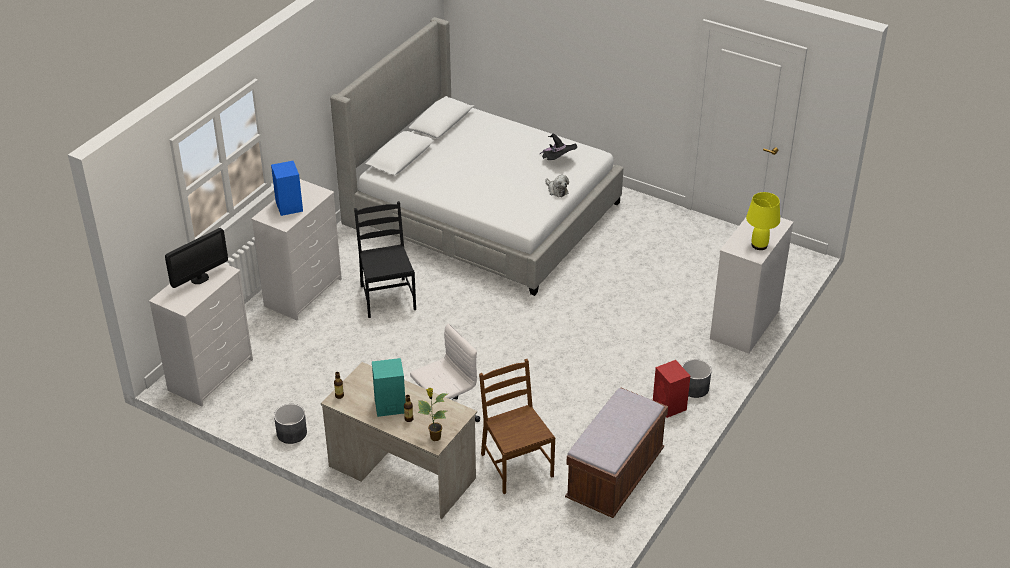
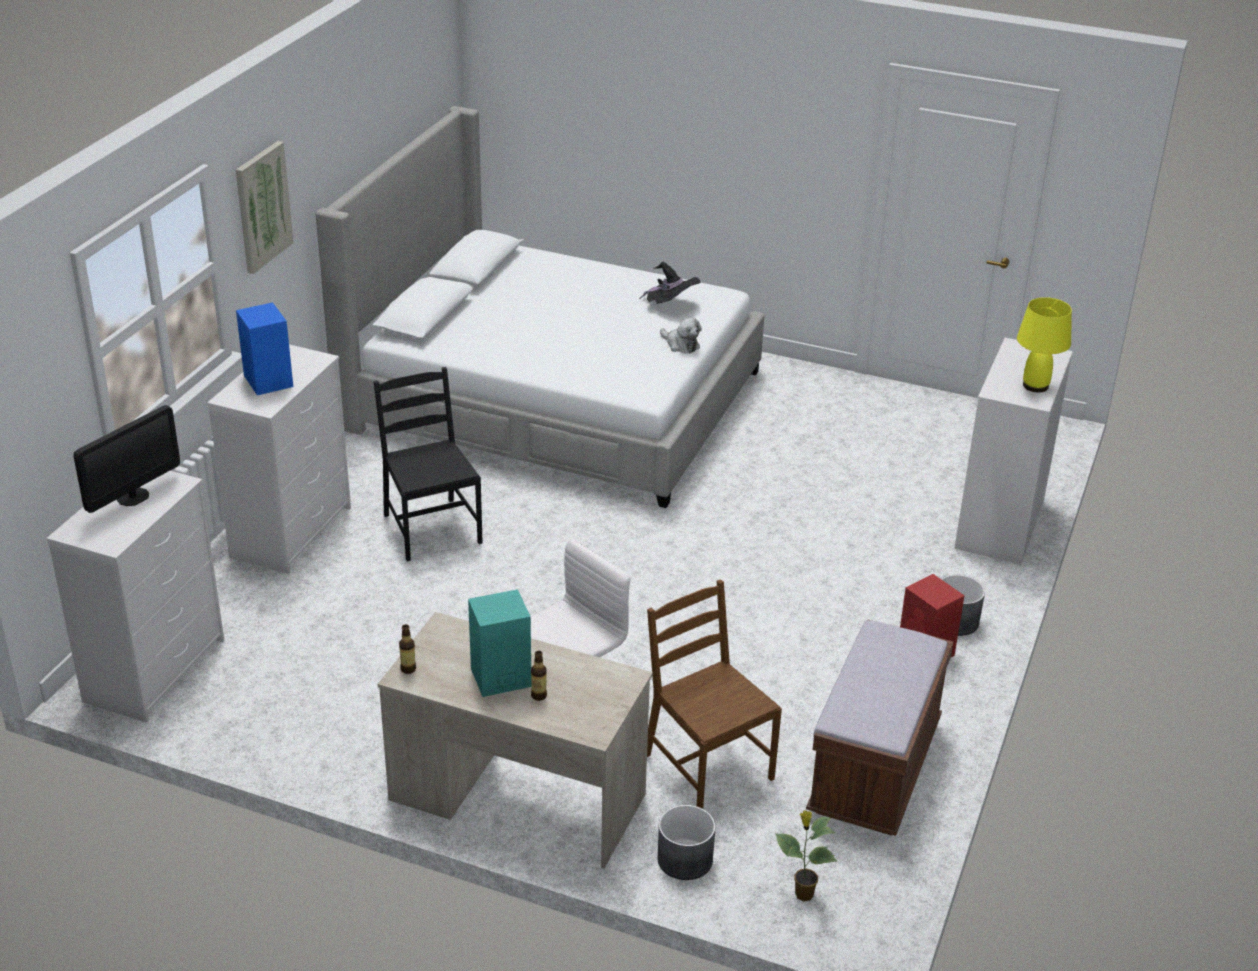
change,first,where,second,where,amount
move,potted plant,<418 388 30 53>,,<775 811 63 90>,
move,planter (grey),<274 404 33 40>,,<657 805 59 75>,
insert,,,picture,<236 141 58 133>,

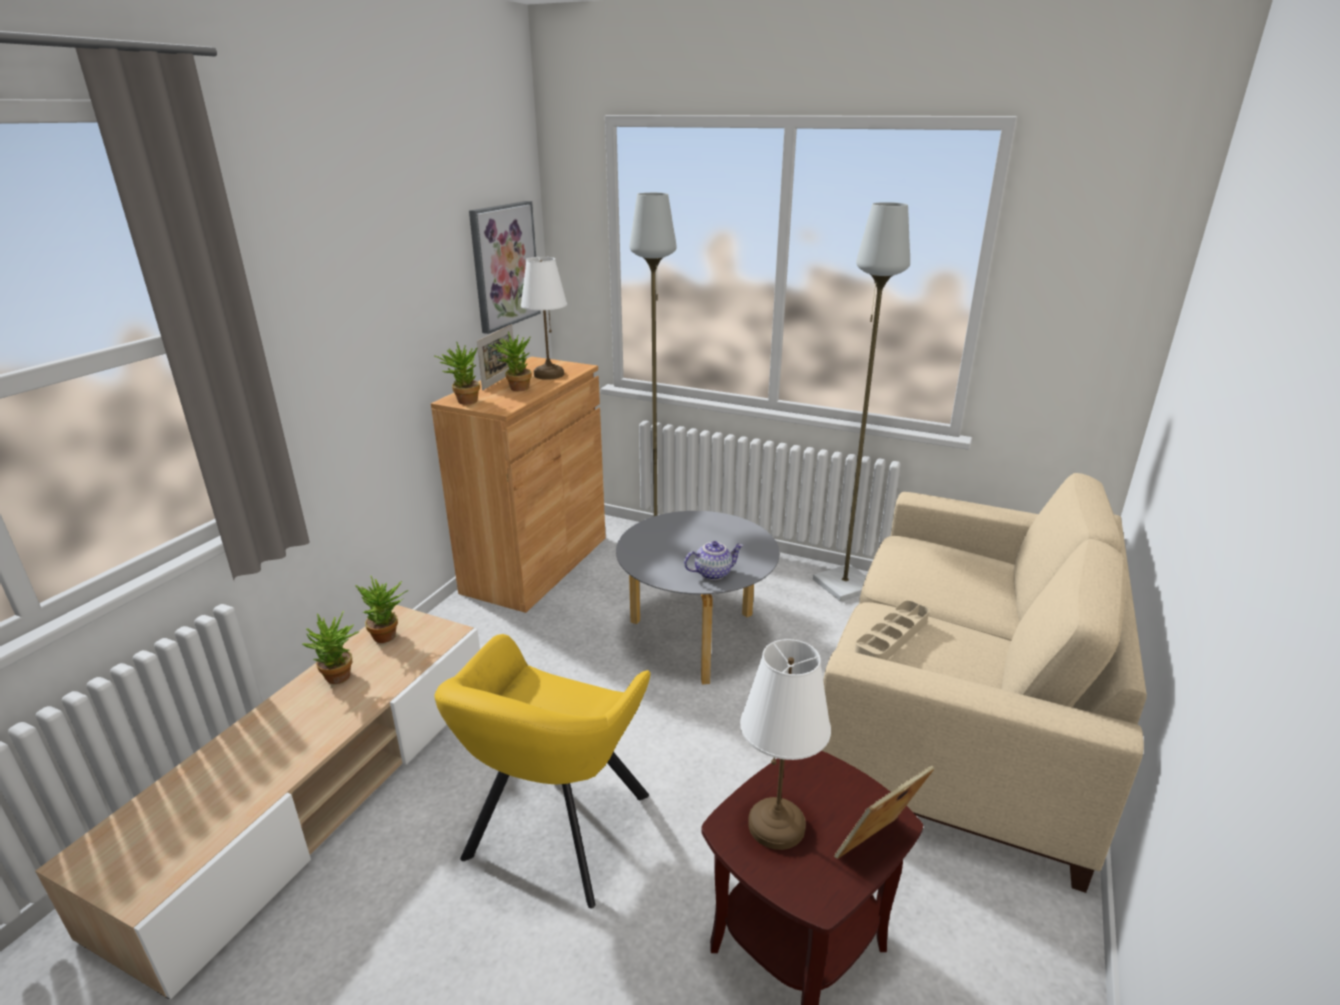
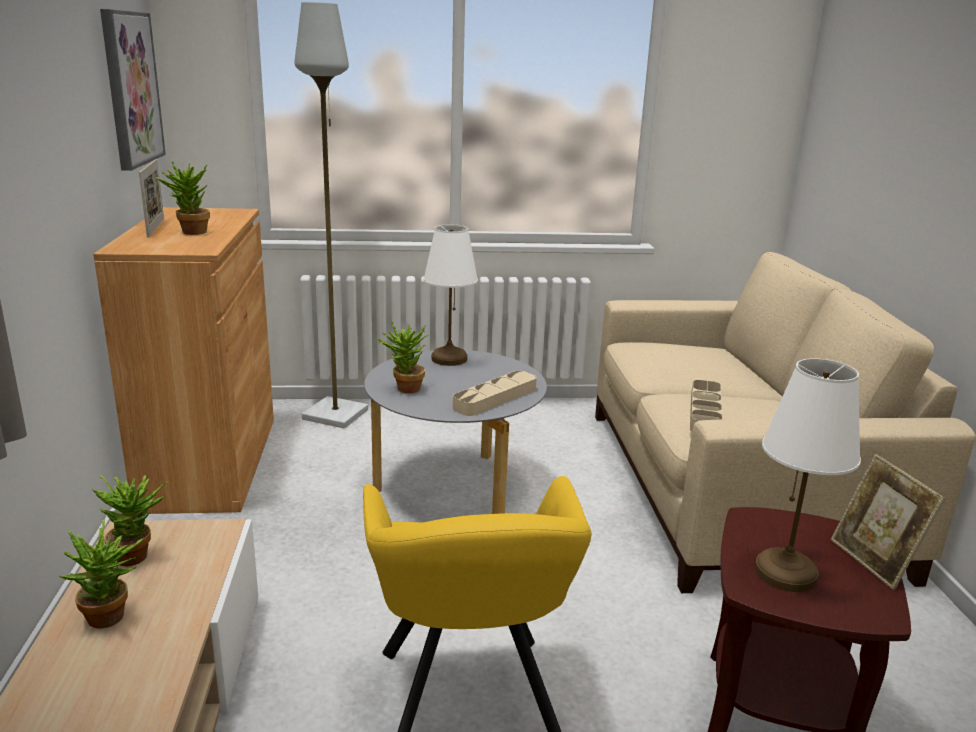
change,first,where,second,where,amount
delete,floor lamp (grey),<813 202 97 400>,,,
move,table lamp (white),<521 257 46 123>,,<424 224 54 142>,
move,potted plant,<435 341 45 64>,,<378 321 50 72>,
replace,teapot,<684 541 59 39>,tray (beige),<453 371 84 45>,
rotate,picture frame,<834 766 100 93>,,<831 454 115 136>,45 degrees counterclockwise

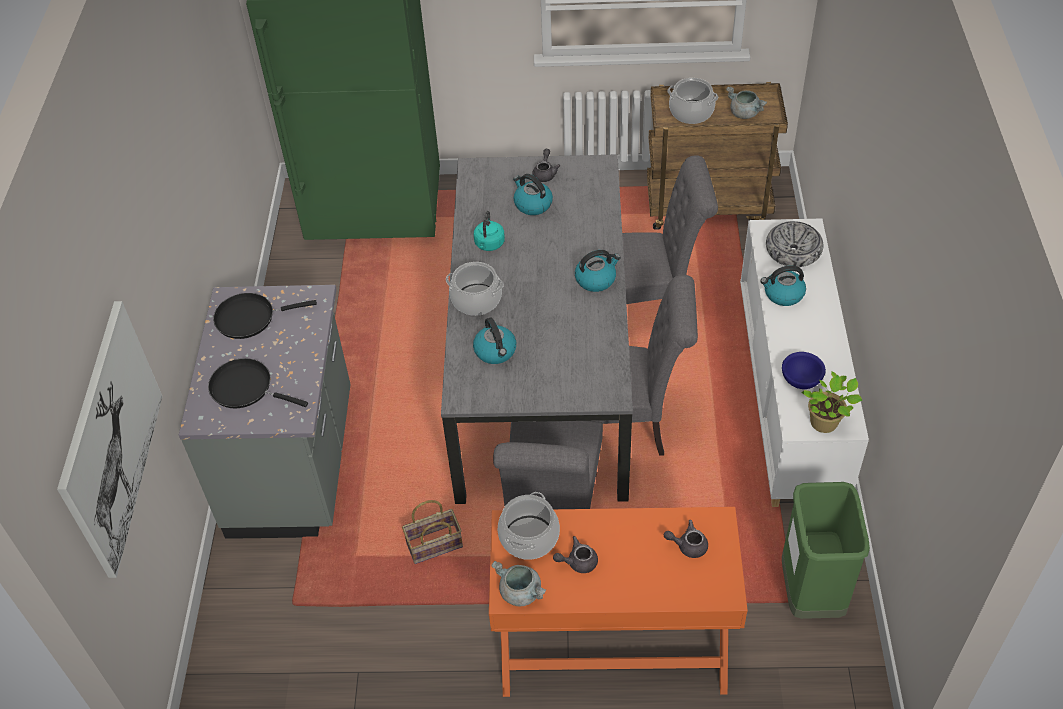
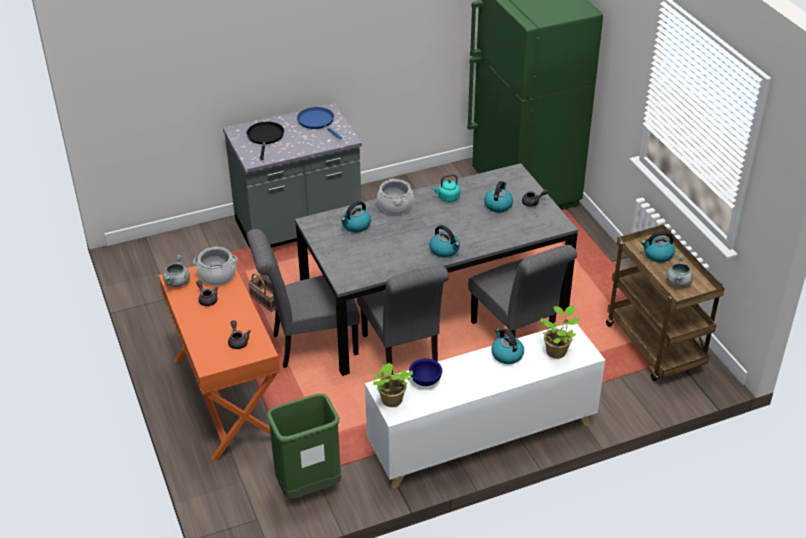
change,first,where,second,where,amount
replace,cooking pot,<667 78 51 46>,kettle,<641 231 34 31>,
replace,bowl,<766 221 57 46>,potted plant,<539 305 41 54>,
recolor,frying pan (black),<213 293 104 46>,frying pan (blue),<297 107 45 33>,
delete,picture,<57 301 106 277>,,,

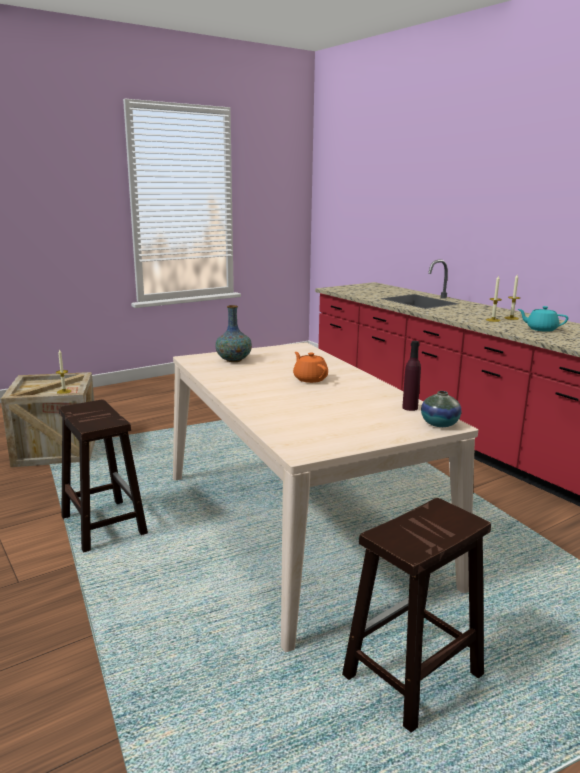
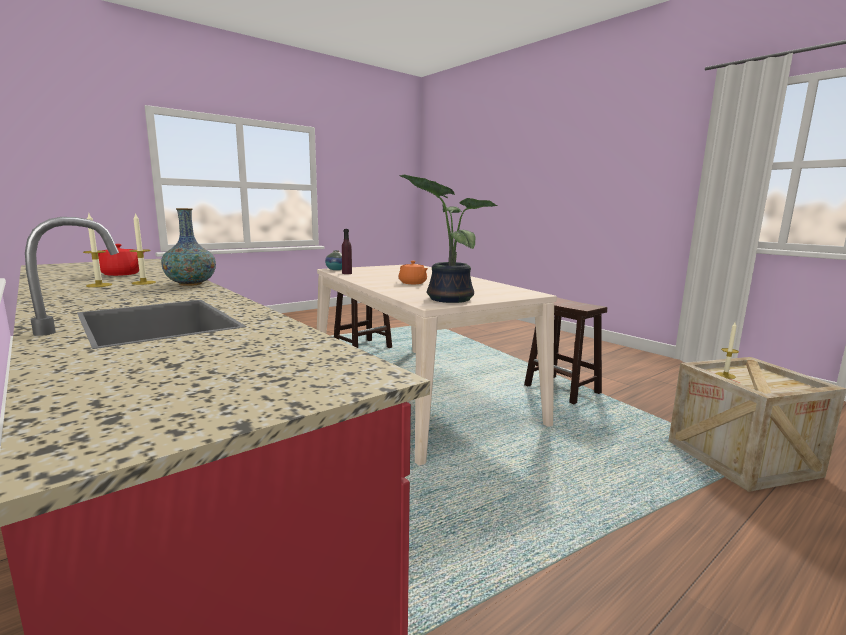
change,first,where,second,where,amount
move,vase,<215 305 37 57>,,<161 208 55 78>,
recolor,teapot (turquoise),<518 306 50 26>,teapot (red),<98 244 46 32>,
insert,,,potted plant,<399 174 99 129>,

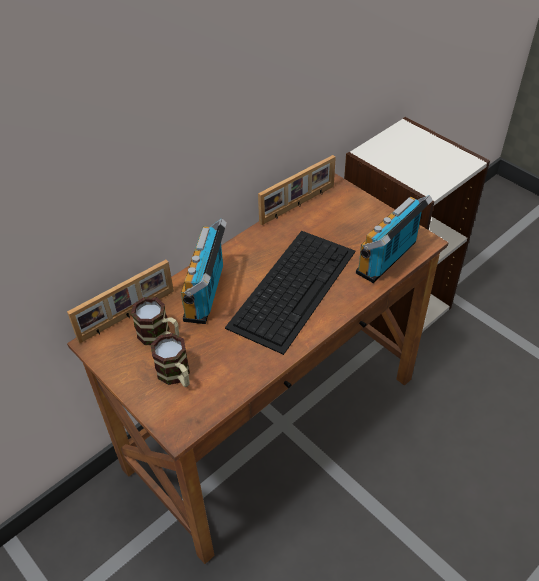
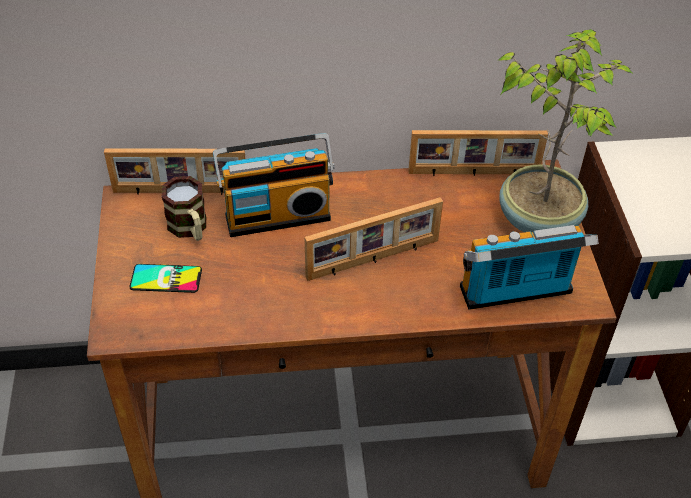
change,first,where,second,where,amount
rotate,radio,<181 218 46 106>,,<213 133 122 104>,150 degrees counterclockwise
replace,keyboard,<225 231 131 124>,picture frame,<305 197 138 84>,
replace,mug,<151 333 39 54>,phone,<129 264 73 29>,
insert,,,potted plant,<498 29 134 203>,

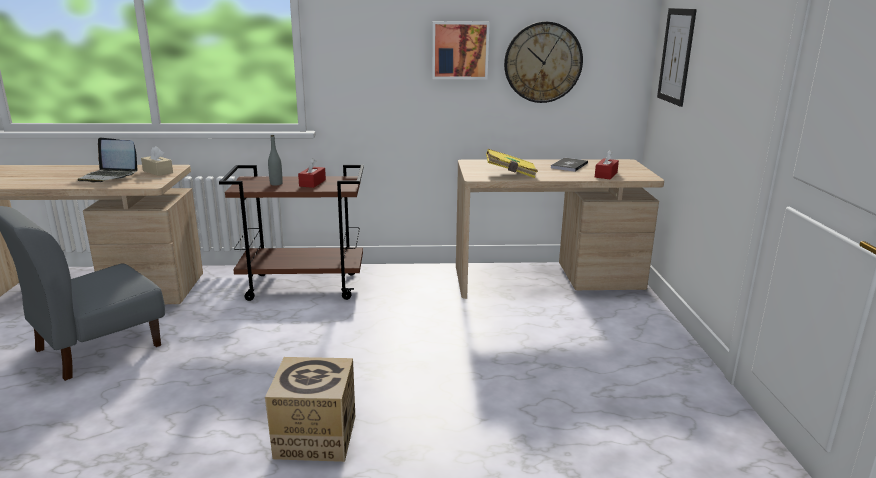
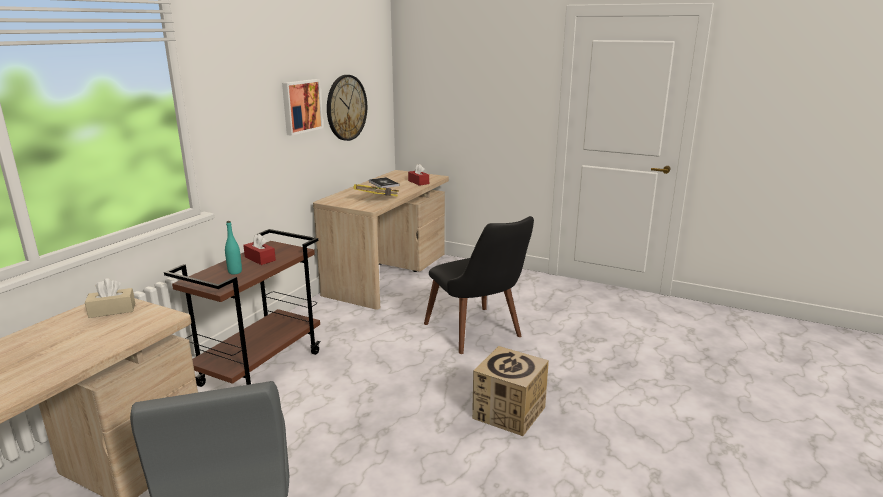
change,first,where,second,where,amount
delete,picture,<657 8 40 99>,,,
recolor,bottle (grey),<268 135 15 51>,bottle (turquoise),<225 221 17 53>,
delete,laptop,<78 137 59 45>,,,
insert,,,chair (black),<424 216 110 138>,

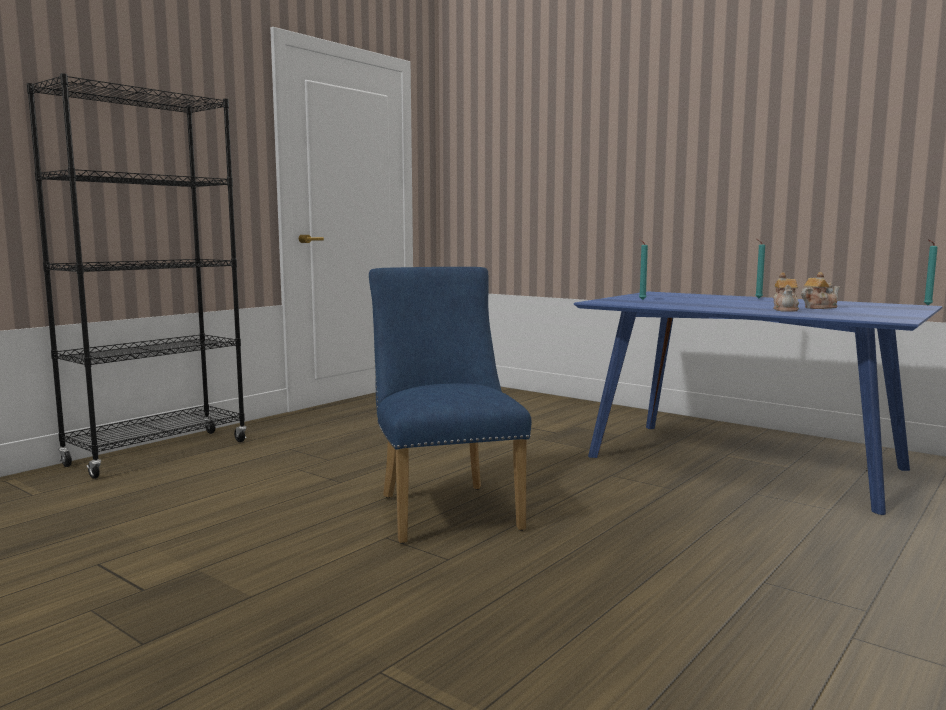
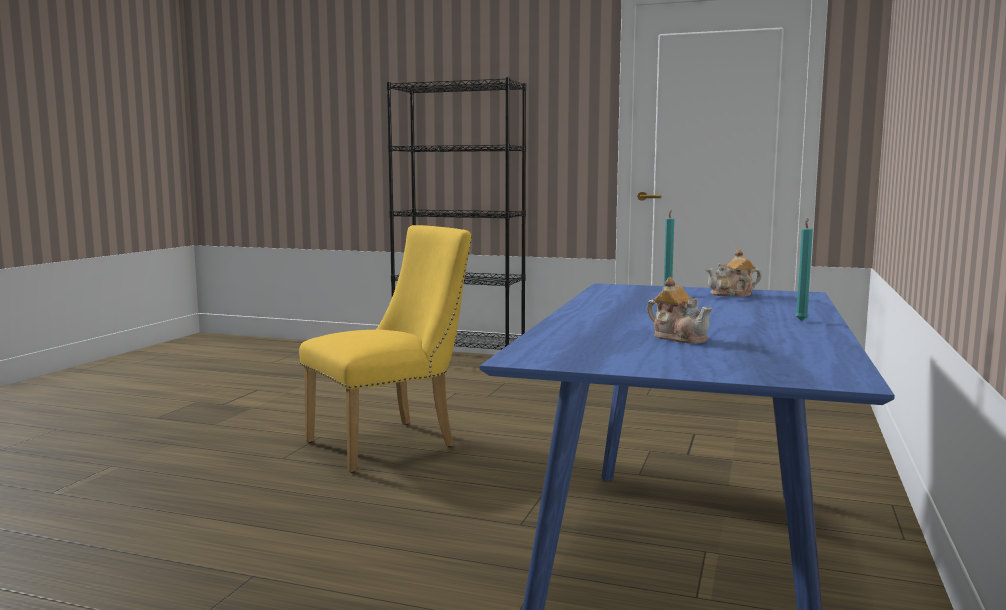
change,first,where,second,where,amount
delete,candle (turquoise),<924 240 14 65>,,,
recolor,chair (blue),<369 267 162 277>,chair (yellow),<299 225 173 248>,
move,teapot,<773 272 26 40>,,<706 249 56 48>,

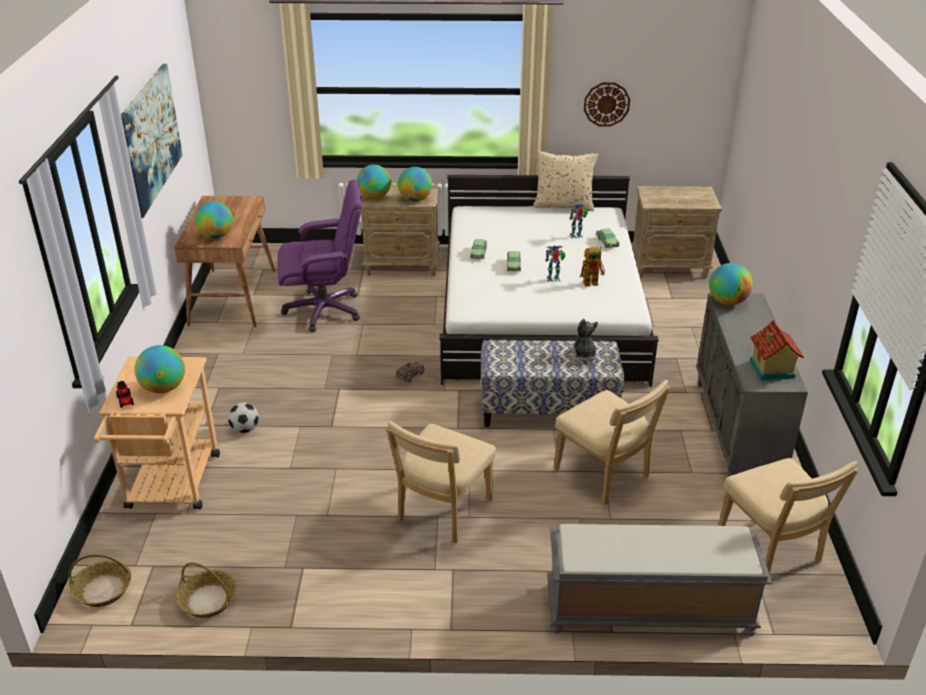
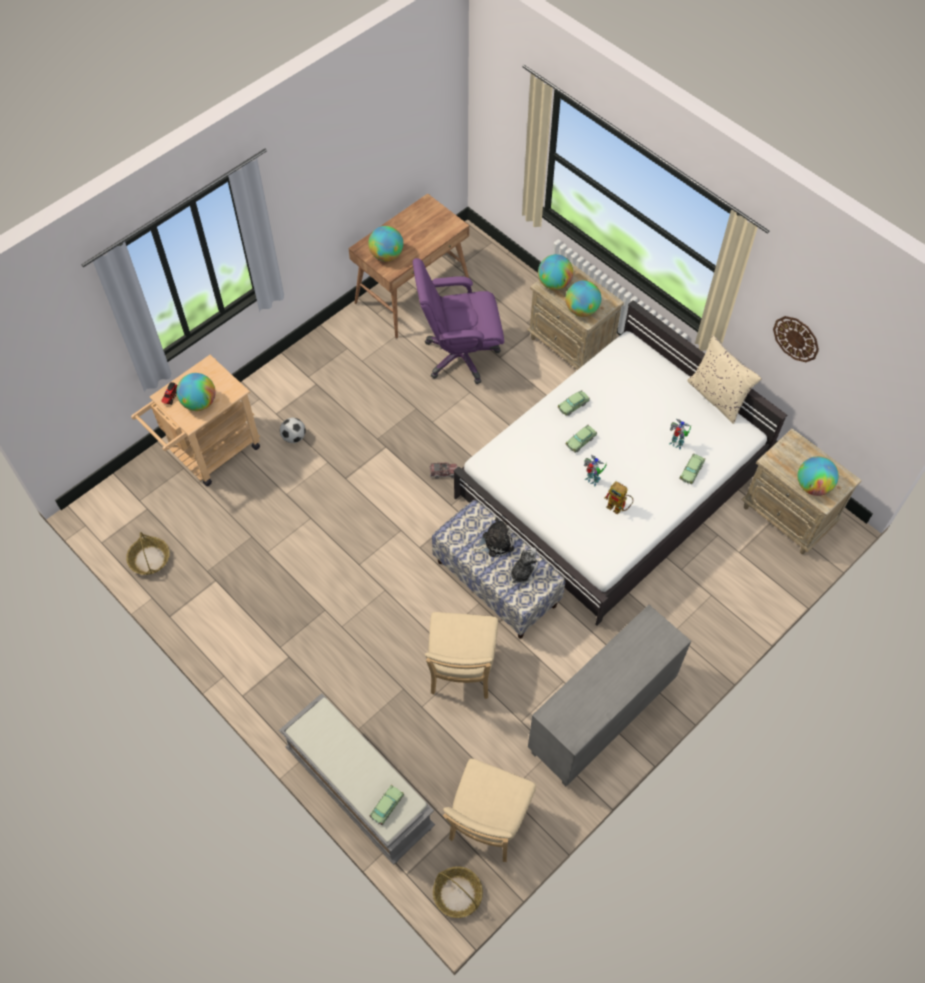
change,first,where,second,where,amount
delete,picture,<121 64 62 154>,,,
rotate,office chair (purple),<277 180 85 152>,,<413 258 91 126>,135 degrees clockwise
move,globe,<709 263 44 42>,,<797 456 42 40>,
delete,toy house,<750 320 54 60>,,,
delete,chair (beige),<386 421 110 122>,,,
move,basket,<69 554 62 53>,,<433 866 50 52>,
insert,,,plush toy,<474 518 40 39>,
insert,,,toy car,<370 785 34 40>,

